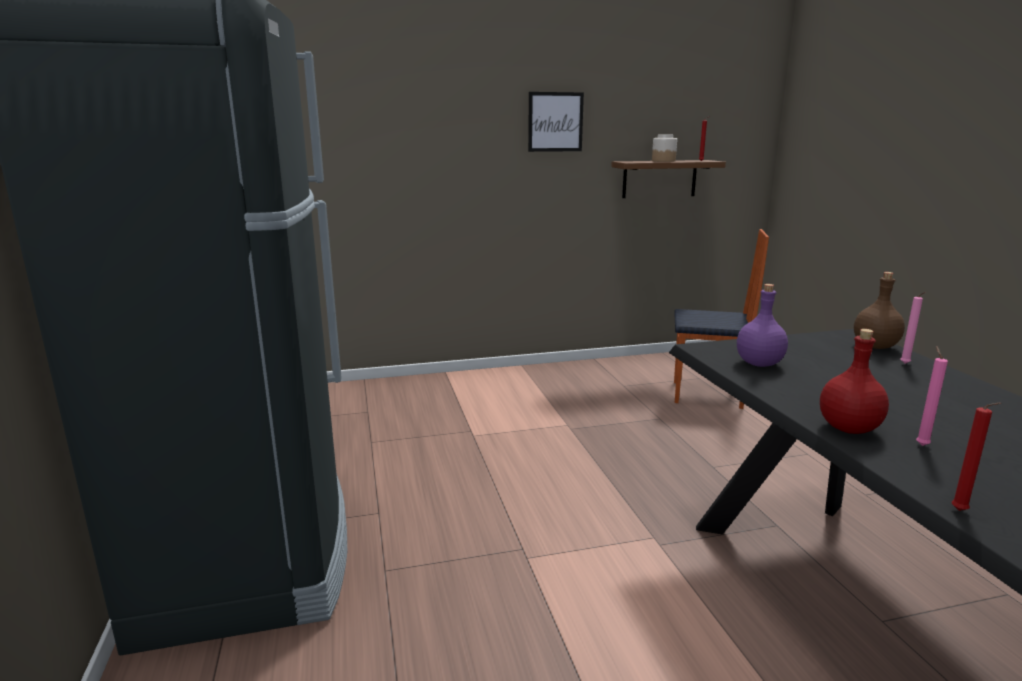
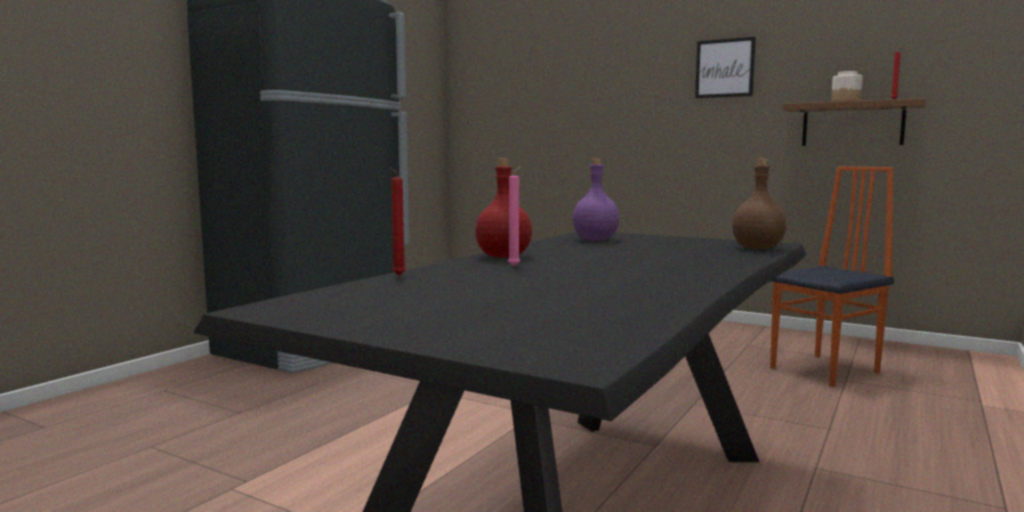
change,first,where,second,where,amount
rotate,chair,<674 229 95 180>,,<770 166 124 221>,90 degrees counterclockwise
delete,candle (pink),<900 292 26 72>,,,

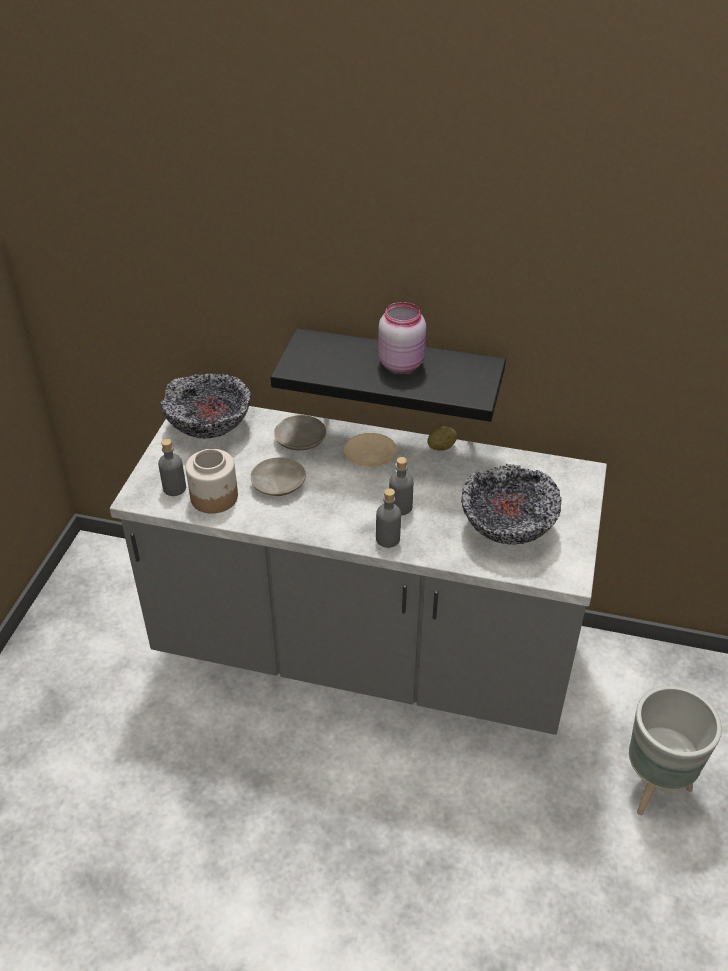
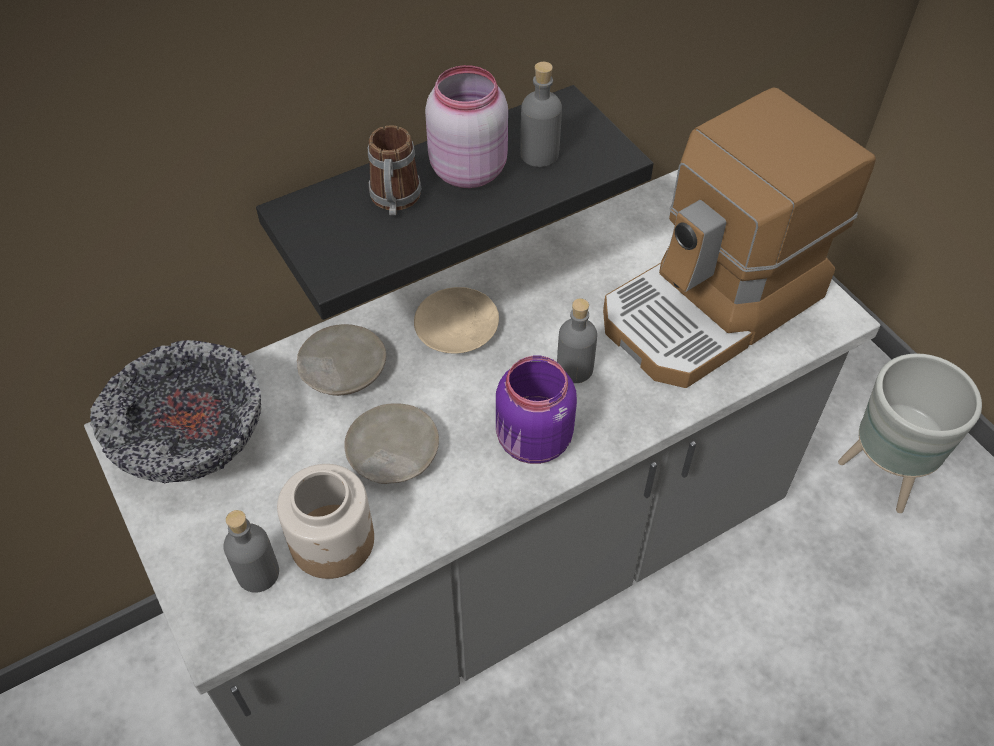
change,first,where,second,where,amount
delete,potato,<427 426 30 25>,,,
replace,bowl,<461 464 101 81>,coffee machine,<603 87 273 301>,
move,bottle (grey),<376 488 25 60>,,<520 62 42 105>,
insert,,,mug,<368 125 54 90>,
insert,,,jar (purple),<496 356 81 108>,

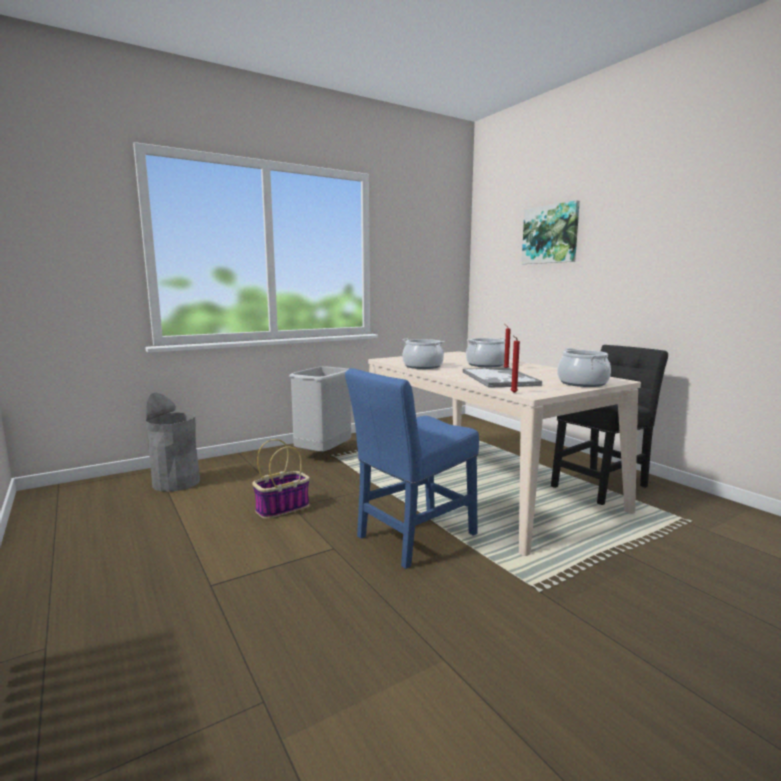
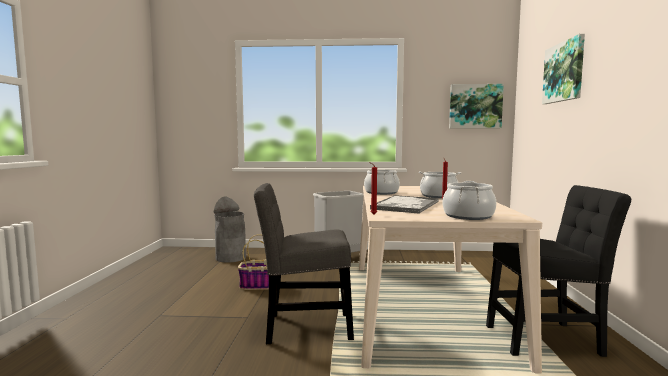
change,first,where,second,where,amount
recolor,chair (blue),<345 368 134 201>,chair (grey),<254 183 100 161>,
insert,,,picture,<449 84 55 44>,

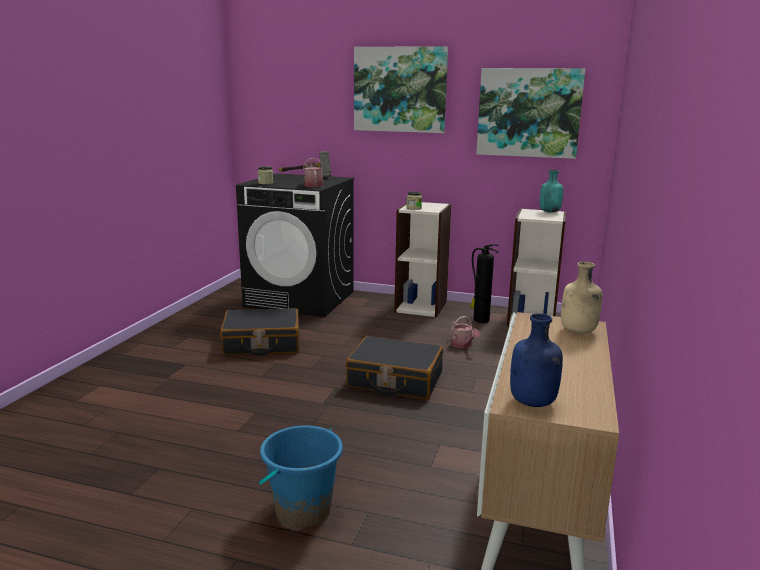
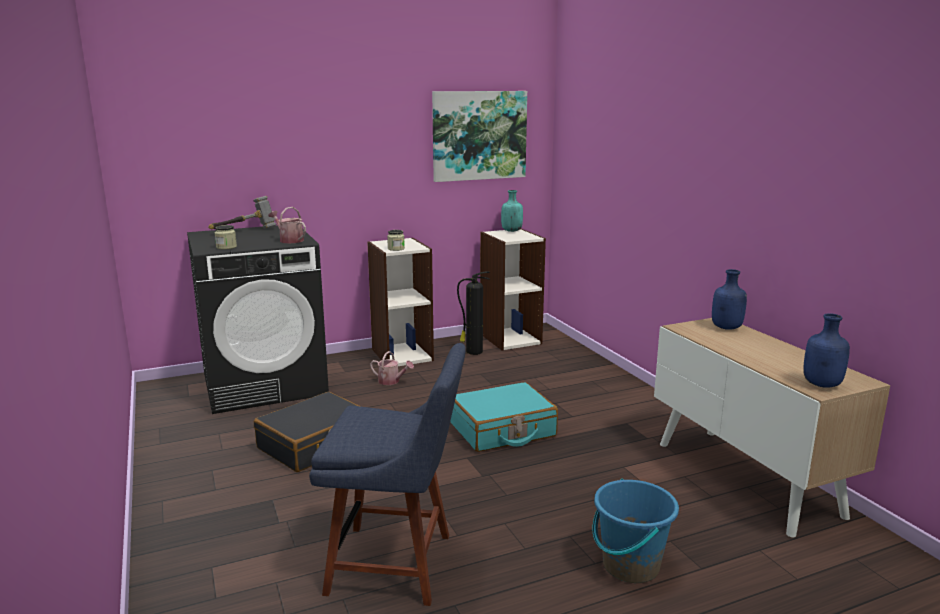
change,first,where,second,where,amount
delete,picture,<354 46 94 87>,,,
recolor,bottle (beige),<561 262 41 72>,bottle (blue),<712 269 35 61>,
move,watering can,<451 316 29 33>,,<370 351 44 34>,
recolor,suitcase (black),<346 336 97 64>,suitcase (turquoise),<450 382 108 70>,
insert,,,chair (blue),<309 343 157 263>,

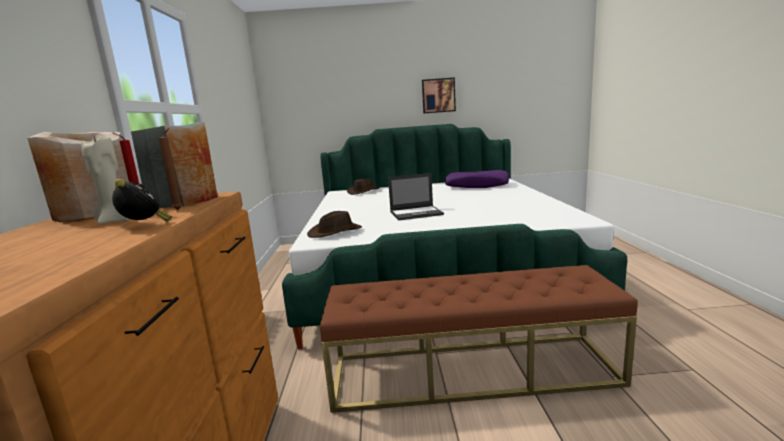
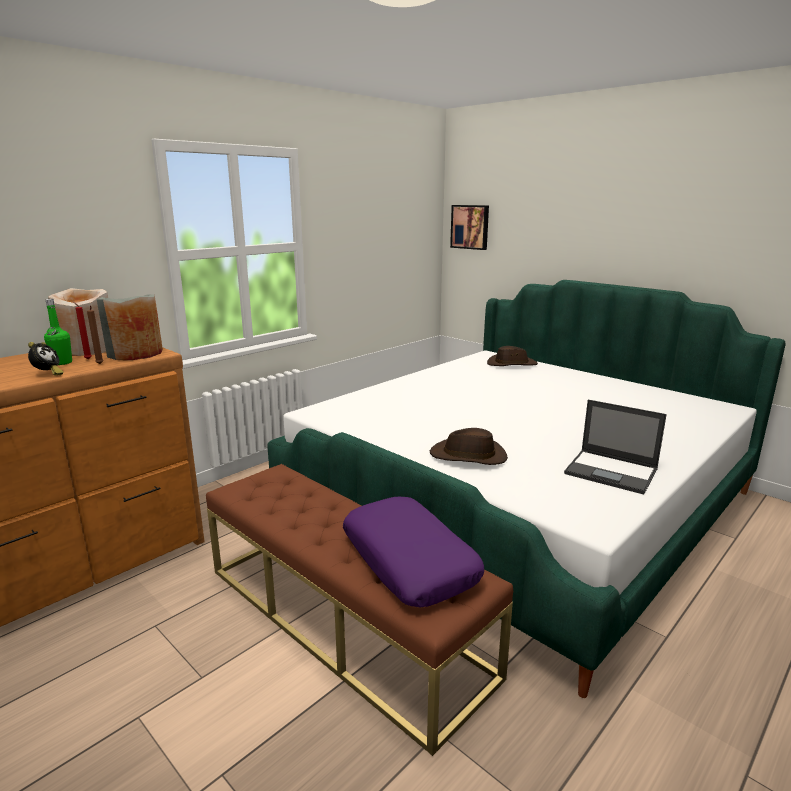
change,first,where,second,where,amount
move,picture,<422 78 34 36>,,<450 205 39 45>,
replace,candle (beige),<81 136 48 88>,bottle (green),<44 299 28 66>,
move,pillow (purple),<445 170 64 18>,,<343 497 141 111>,
move,laptop,<388 173 56 47>,,<564 400 103 95>,
move,hat (brown),<307 211 55 27>,,<430 428 78 37>,

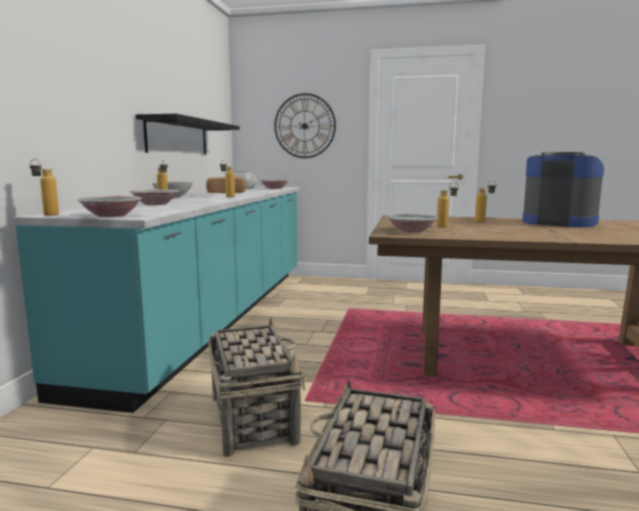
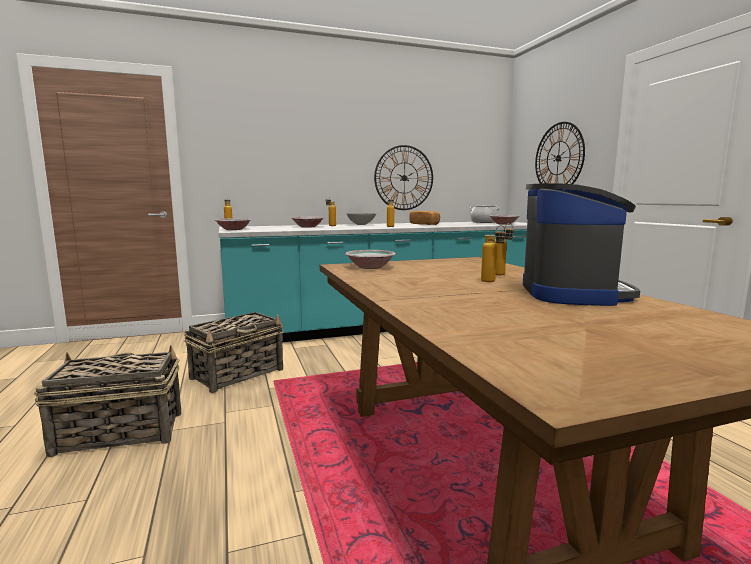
change,first,where,second,where,amount
replace,shelf (black),<136 114 104 41>,wall clock,<374 145 59 65>,
move,bottle,<437 182 22 46>,,<481 225 25 57>,

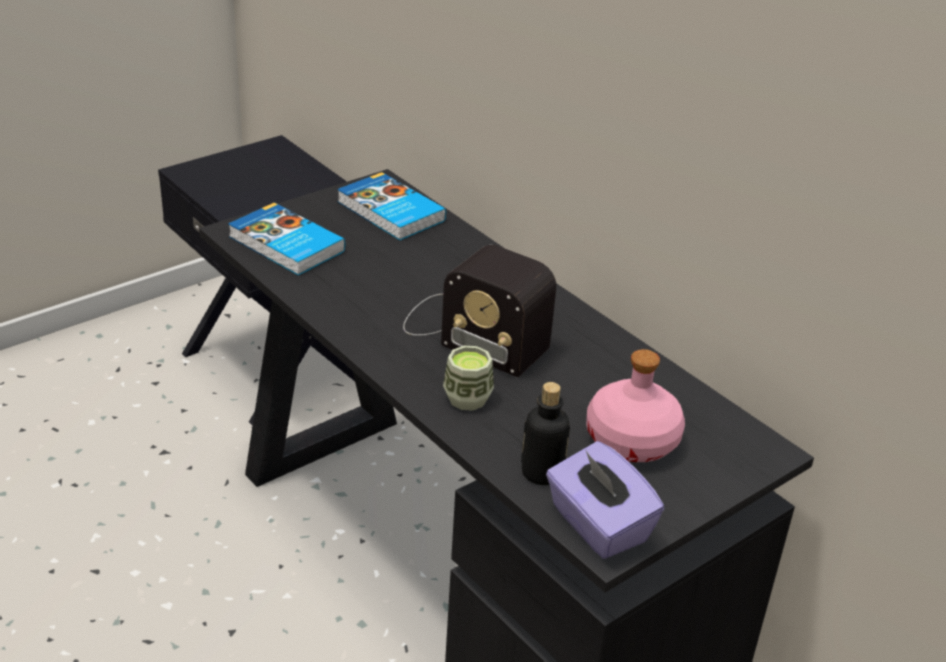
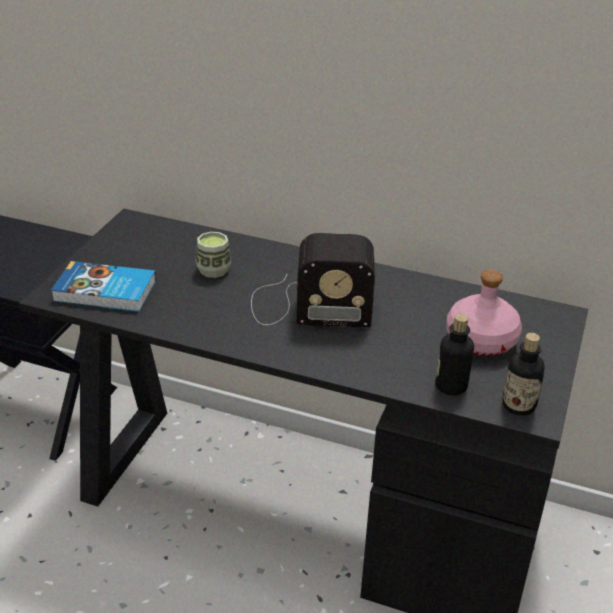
change,first,where,second,where,amount
delete,book,<337 172 109 68>,,,
move,cup,<443 346 51 65>,,<196 232 35 46>,
replace,tissue box (purple),<546 441 118 118>,bottle,<502 333 43 83>,

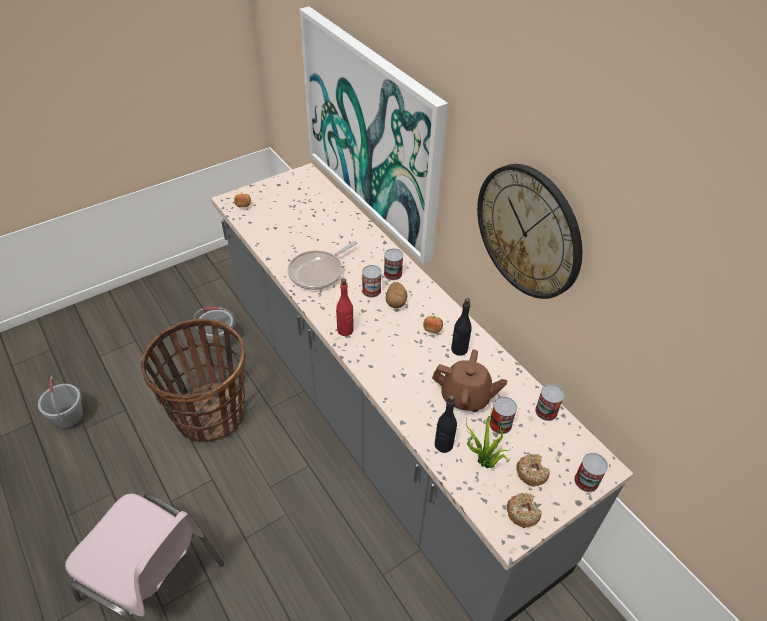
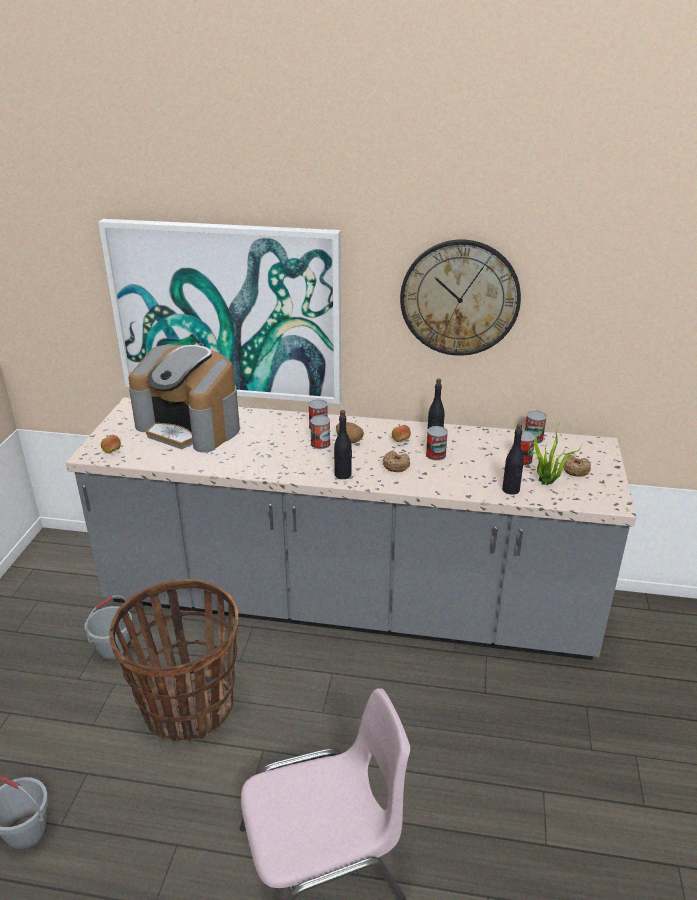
change,first,where,second,where,amount
delete,frying pan,<288 241 70 49>,,,
recolor,bottle (red),<336 278 18 58>,bottle (black),<334 410 18 69>,
delete,teapot (brown),<432 350 75 62>,,,
move,can,<574 453 34 39>,,<426 426 22 35>,
move,donut,<507 493 35 35>,,<383 451 27 21>,
insert,,,coffee machine,<128 344 112 109>,

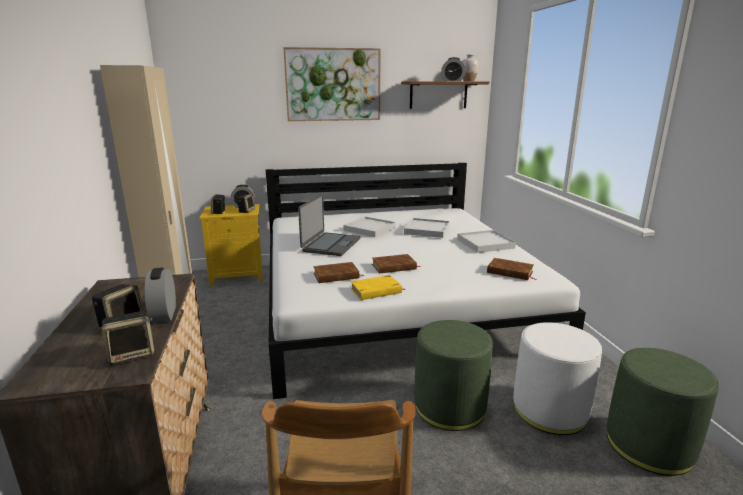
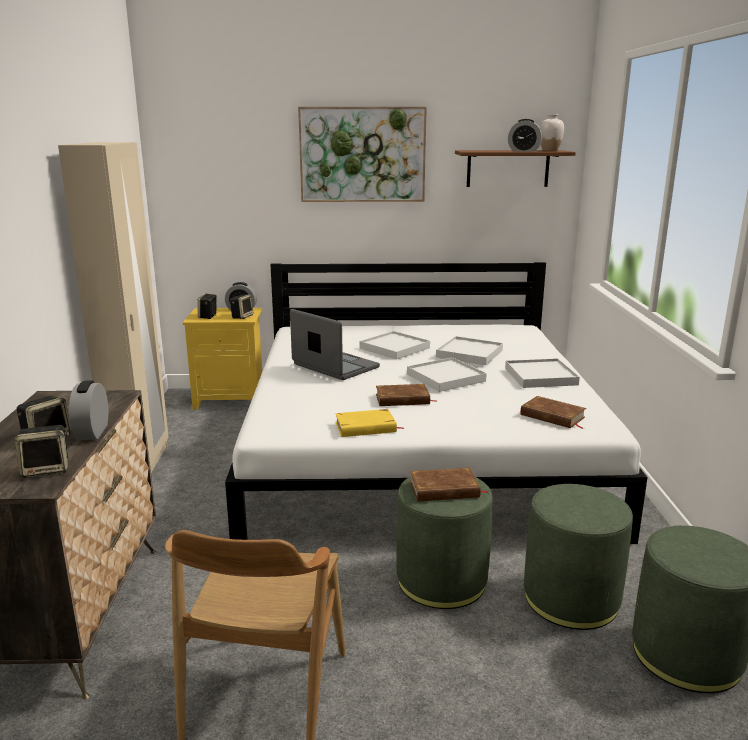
change,first,where,second,where,amount
rotate,laptop,<298 194 62 62>,,<290 309 90 71>,75 degrees counterclockwise
move,book (brown),<313 262 52 21>,,<410 468 78 34>,
recolor,ottoman (white),<513 322 89 113>,ottoman (green),<524 484 109 146>,
insert,,,tray (white),<407 357 80 35>,

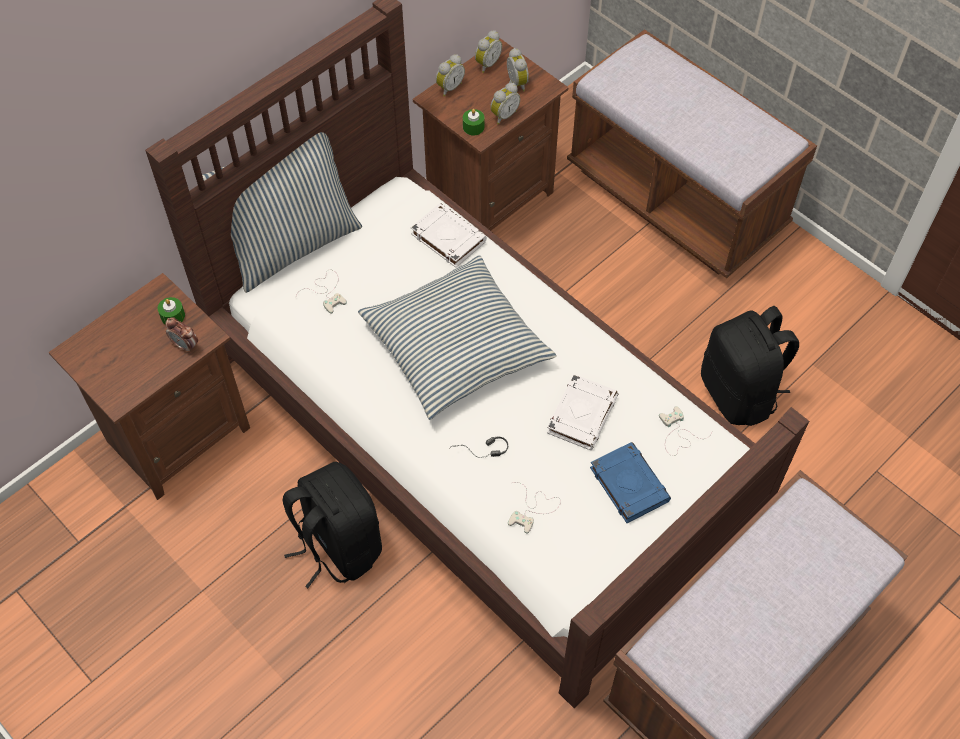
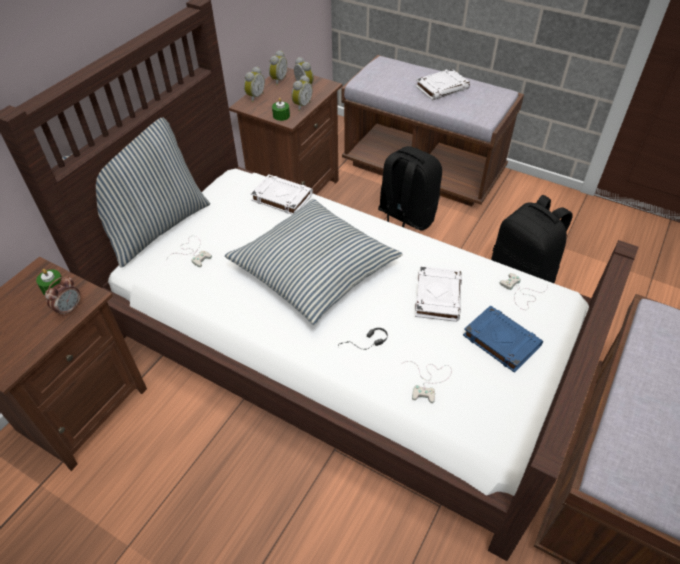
change,first,where,second,where,amount
rotate,alarm clock,<166 317 32 36>,,<45 276 35 41>,75 degrees counterclockwise
move,backpack (black),<283 462 99 126>,,<378 146 64 85>,
insert,,,book (white),<415 68 55 32>,

